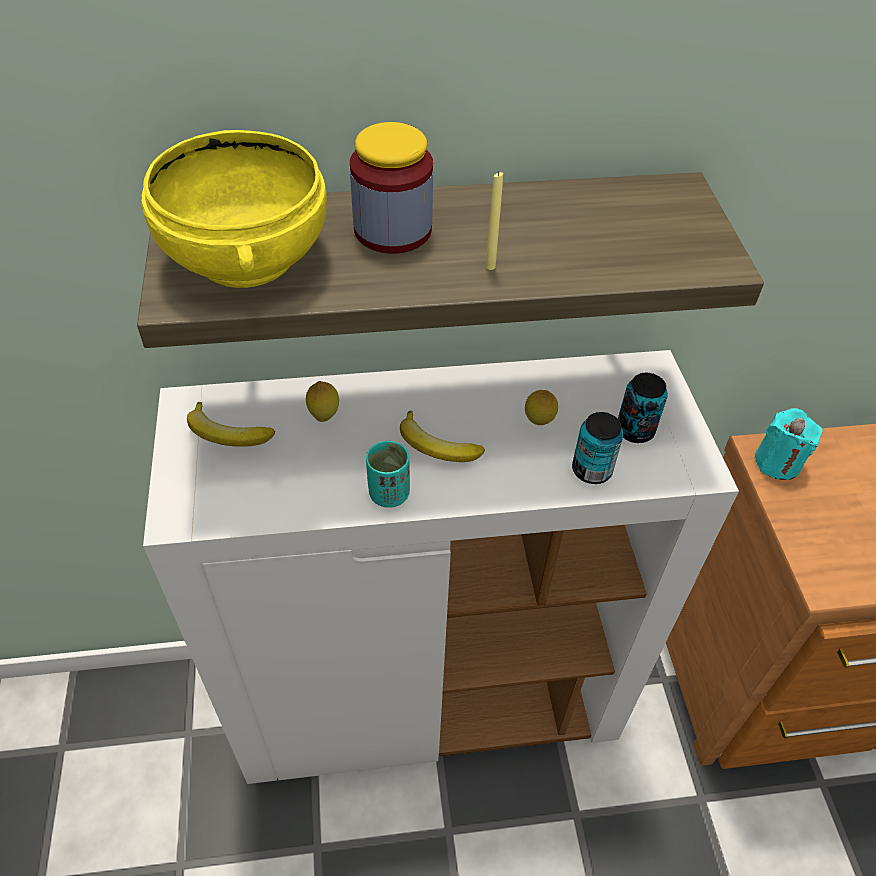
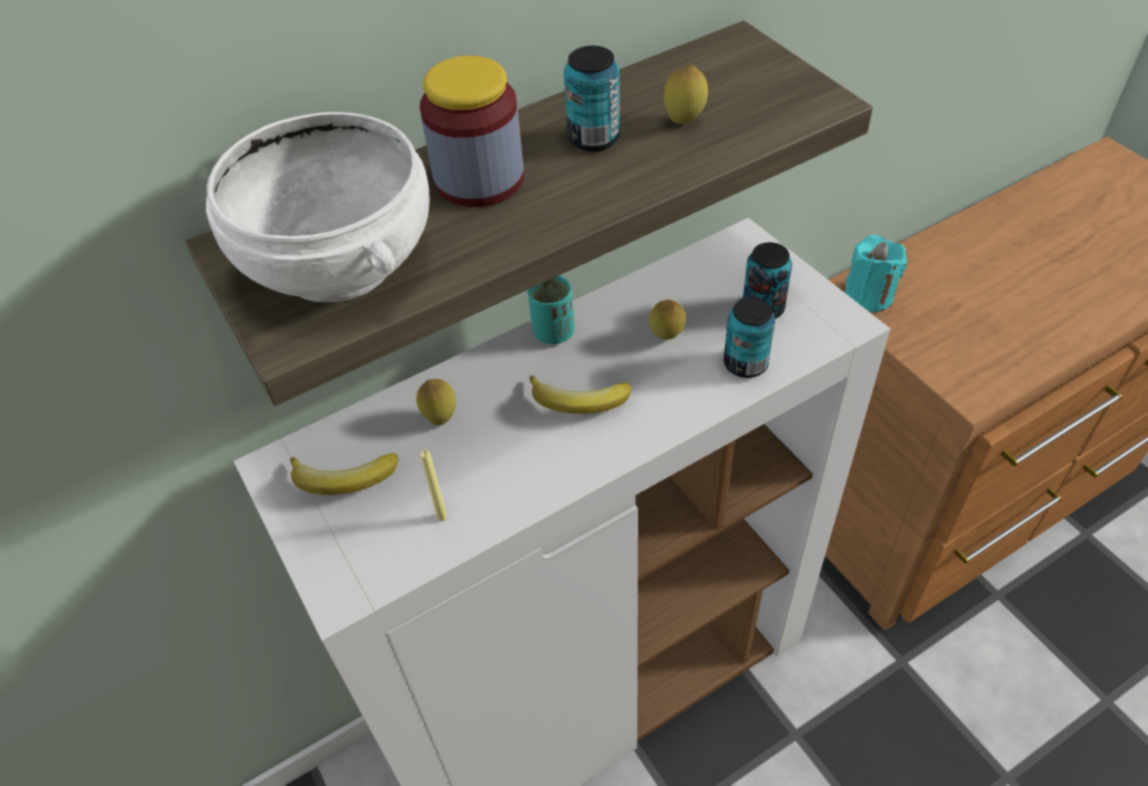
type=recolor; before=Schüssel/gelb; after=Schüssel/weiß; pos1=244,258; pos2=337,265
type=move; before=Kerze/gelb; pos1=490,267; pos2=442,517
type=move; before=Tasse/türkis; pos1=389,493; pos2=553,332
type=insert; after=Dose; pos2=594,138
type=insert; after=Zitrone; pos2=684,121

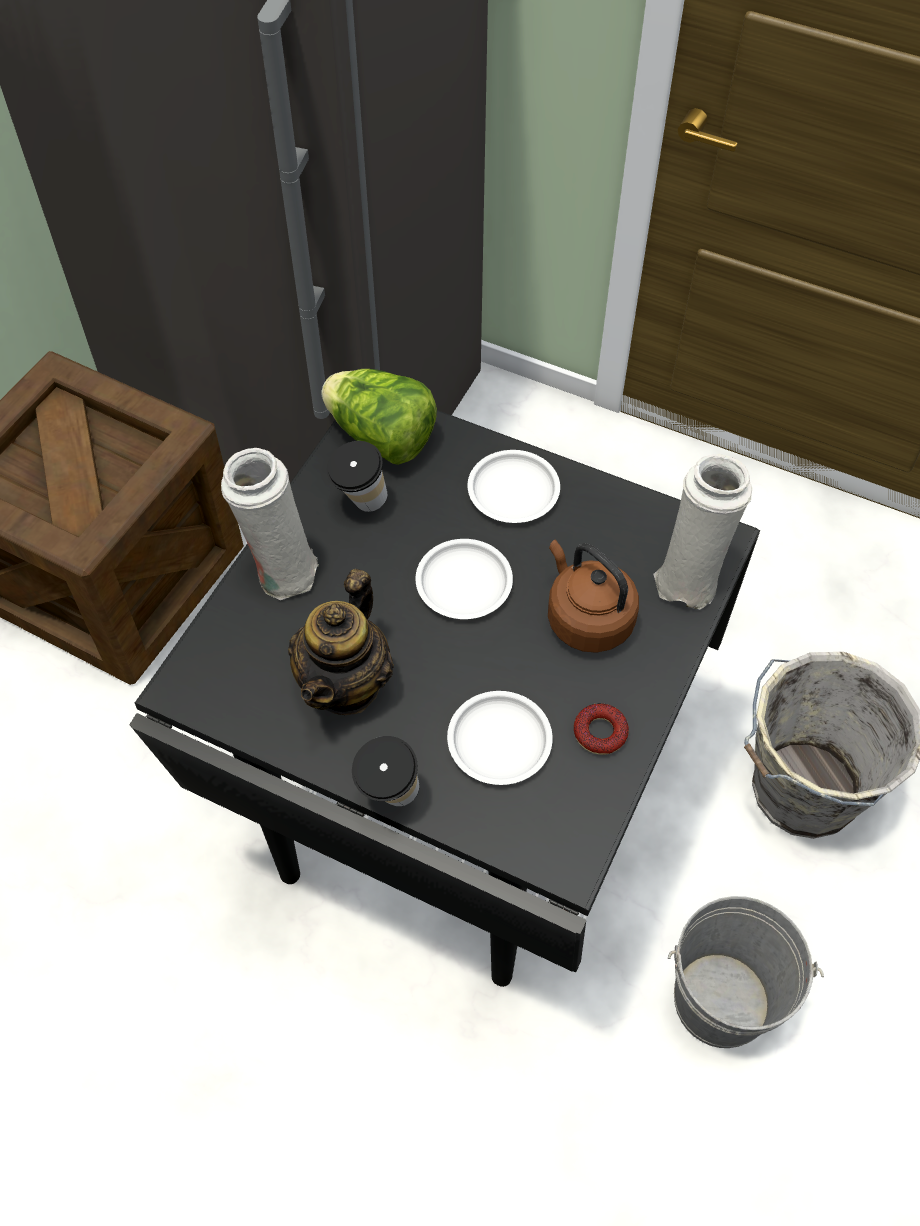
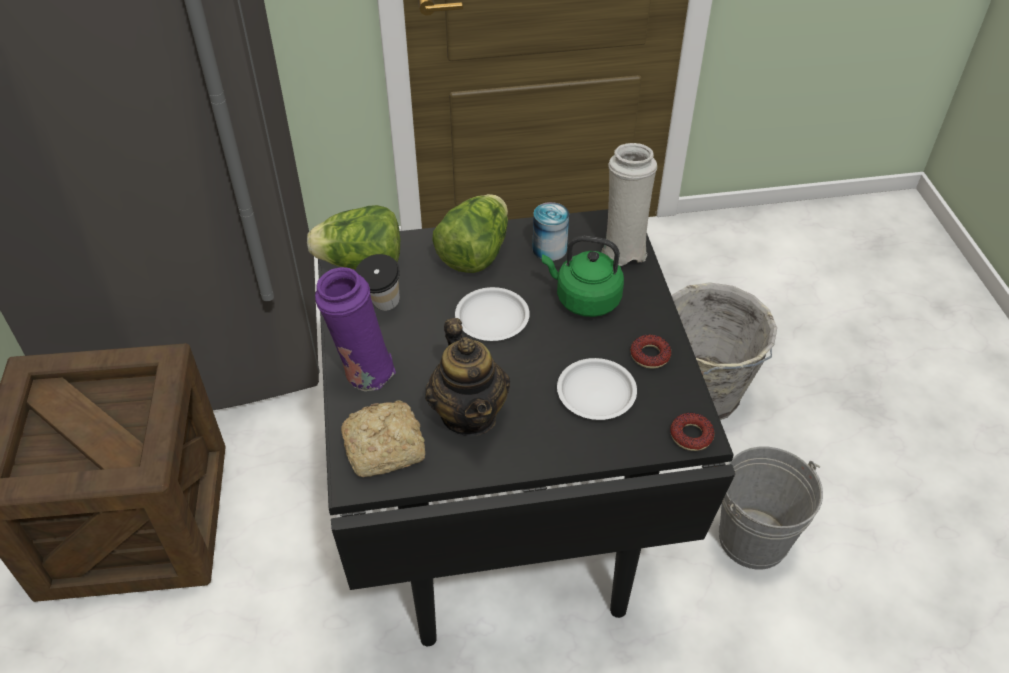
type=recolor; before=Vase/weiß; after=Vase/lila; pos1=280,571; pos2=363,373
type=insert; after=Brot; pos2=387,448
type=replace; before=Teller/weiß; after=Salatkopf; pos1=512,491; pos2=475,253
type=insert; after=Dose; pos2=549,249
type=recolor; before=Wasserkessel/braun; after=Wasserkessel/grün; pos1=586,618; pos2=584,299
type=insert; after=Donut; pos2=691,435
type=delete; before=Tasse; pos1=389,798

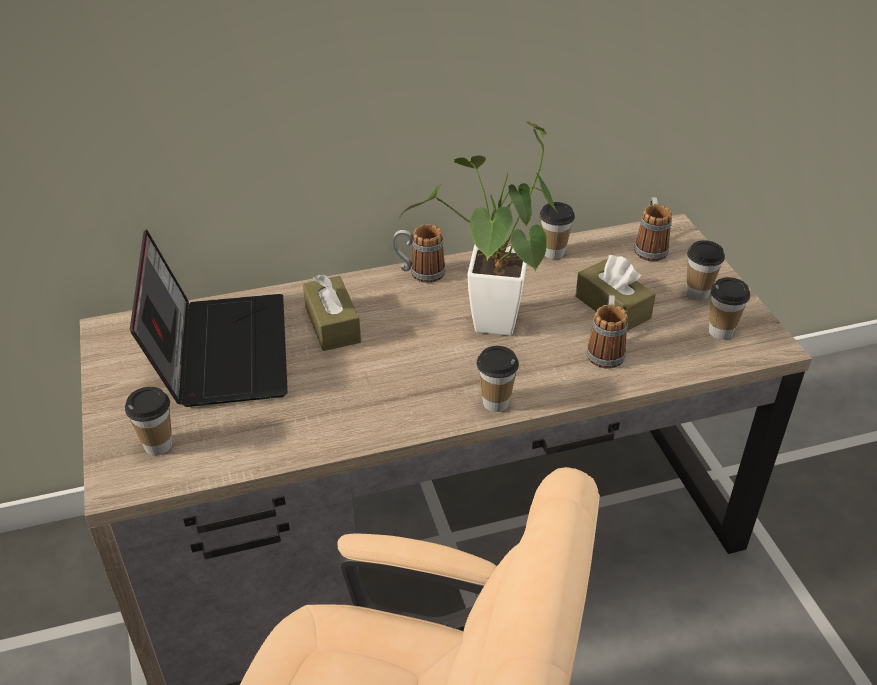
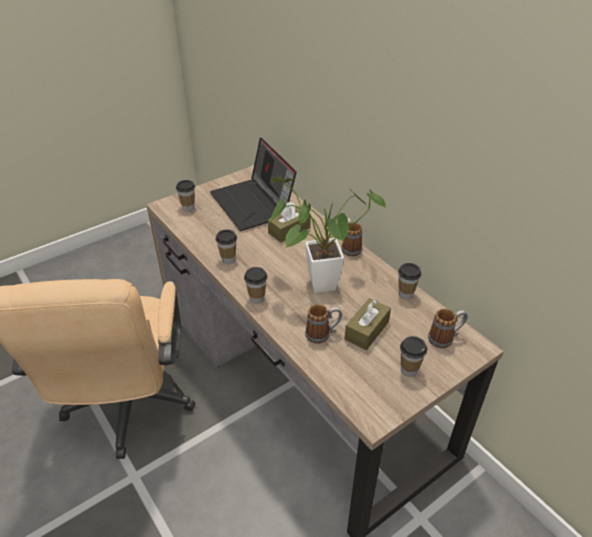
type=rotate; before=Laptop; pos1=220,350; pos2=253,204; turn=90
type=move; before=Tasse; pos1=720,331; pos2=228,259

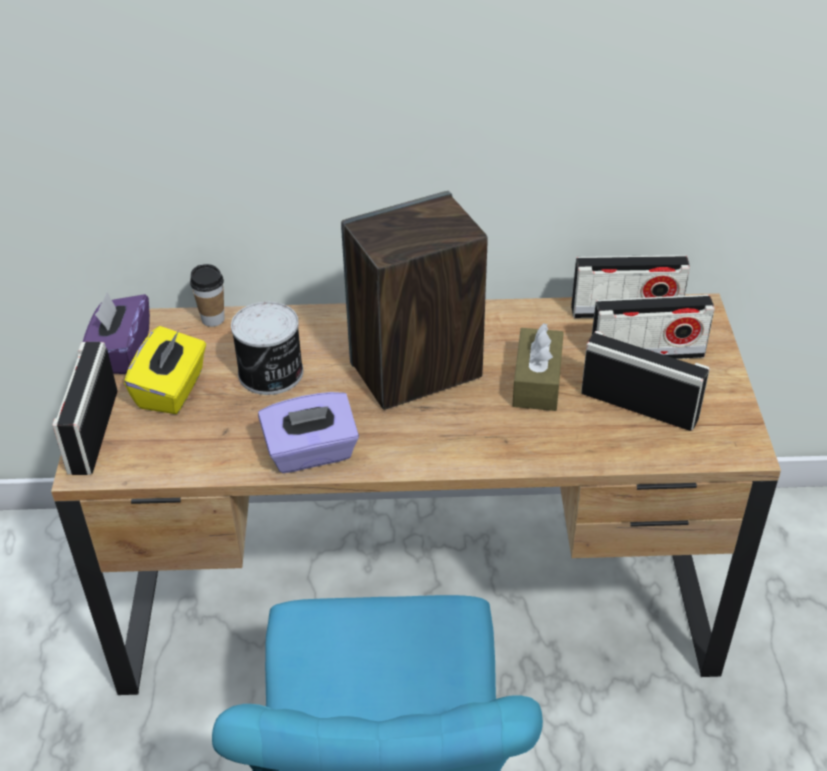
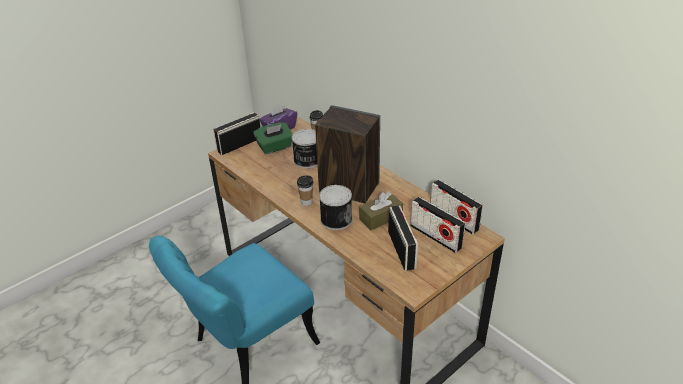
type=recolor; before=Taschentuchbox/gelb; after=Taschentuchbox/grün; pos1=172,390; pos2=275,147
type=insert; after=Tasse; pos2=306,202
type=insert; after=Dose; pos2=335,219
type=delete; before=Taschentuchbox/lila; pos1=311,453

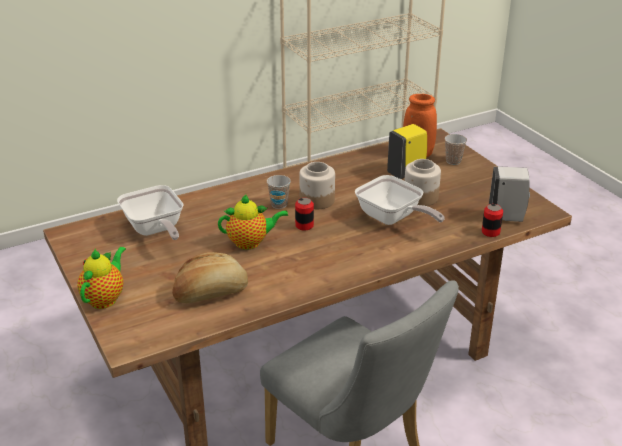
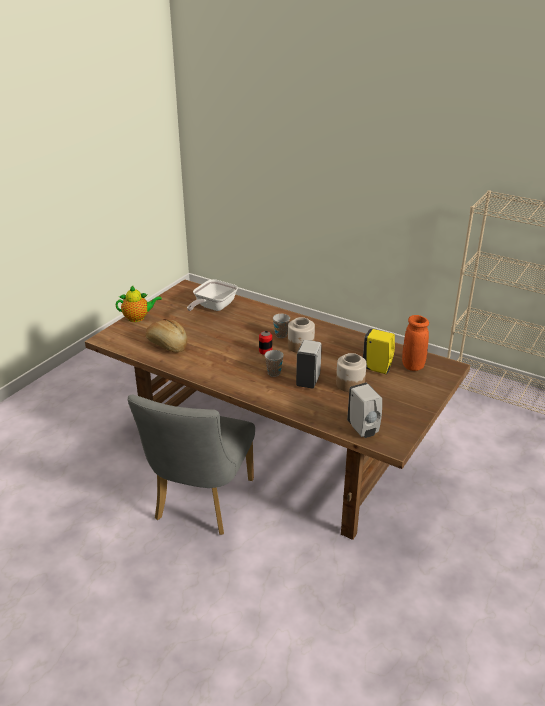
type=move; before=Tasse; pos1=453,161; pos2=274,373
type=replace; before=Pfanne; after=Seifenspender/weiß; pos1=392,219; pos2=308,381
type=delete; before=Teekanne; pos1=250,242
type=delete; before=Dose; pos1=490,232

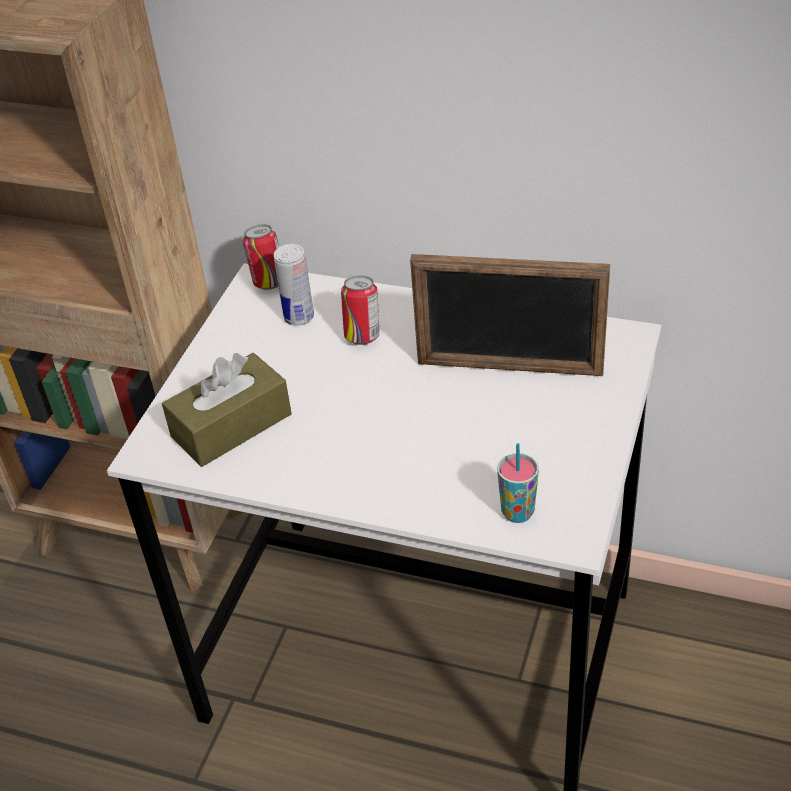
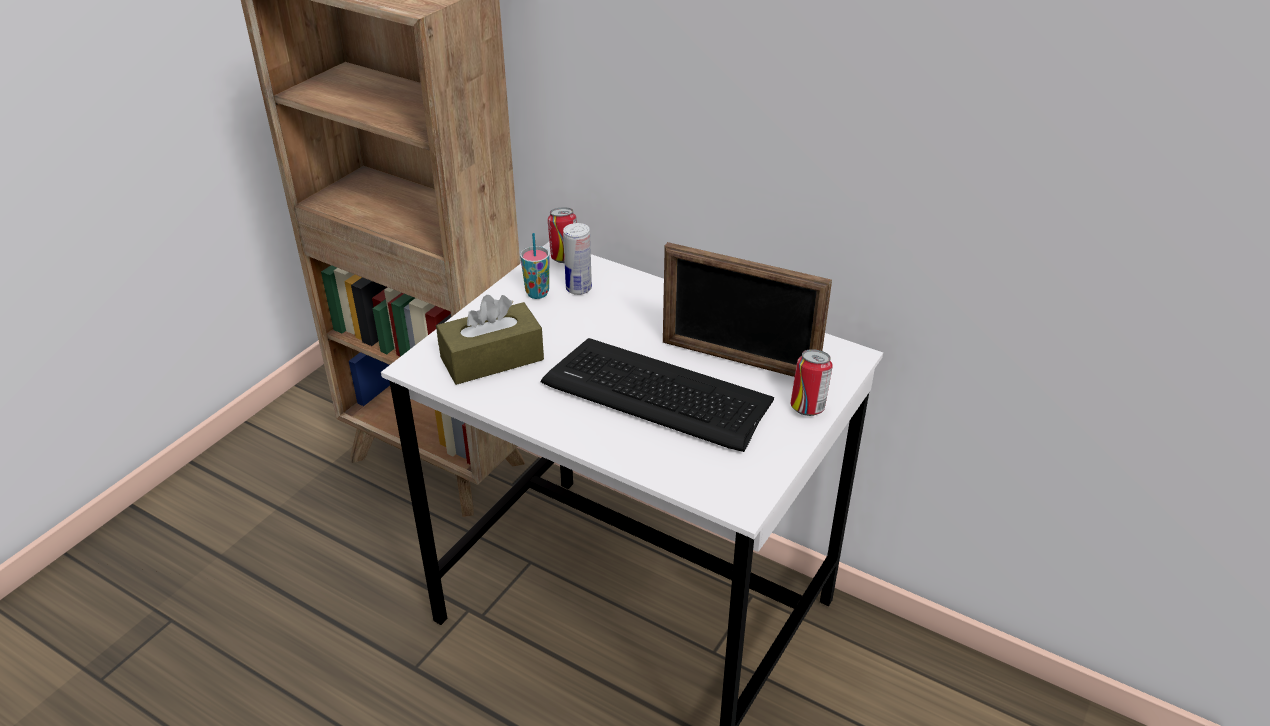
type=move; before=Tasse; pos1=517,512; pos2=537,293
type=insert; after=Tastatur; pos2=657,395
type=move; before=Dose; pos1=363,336; pos2=808,408

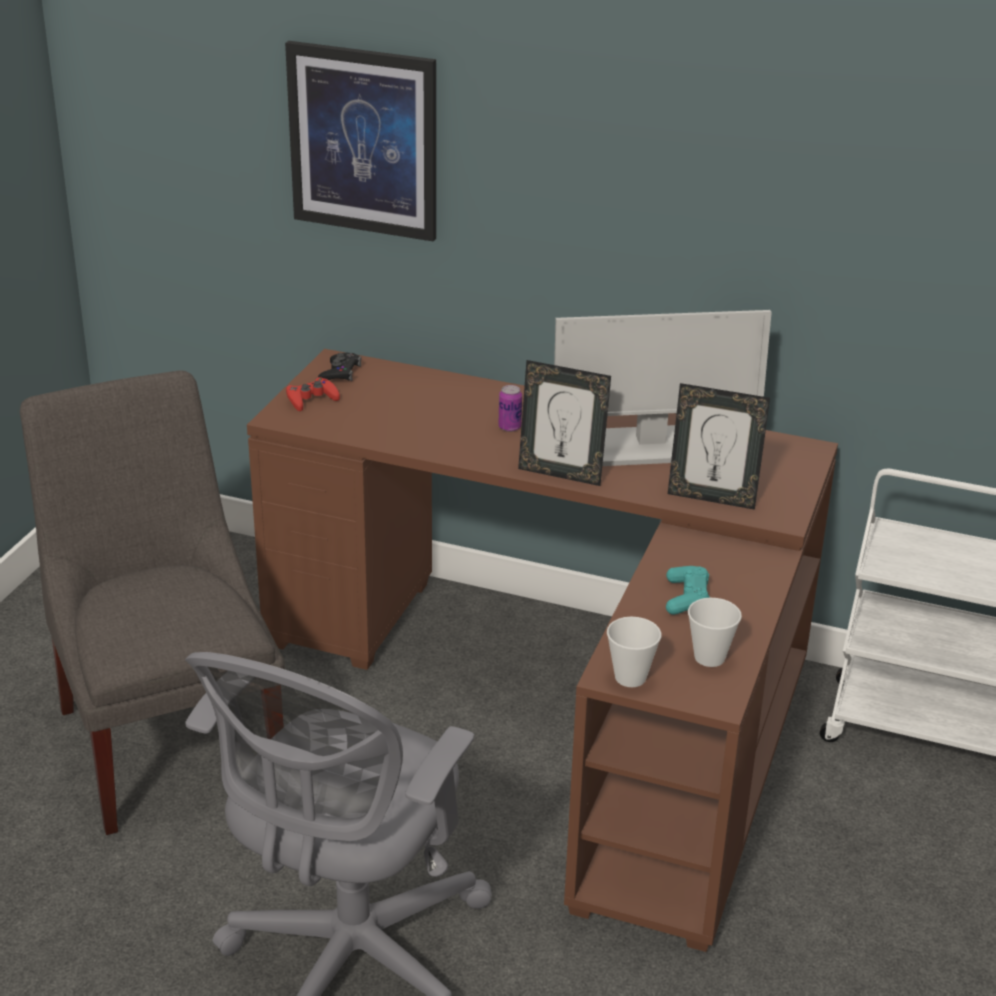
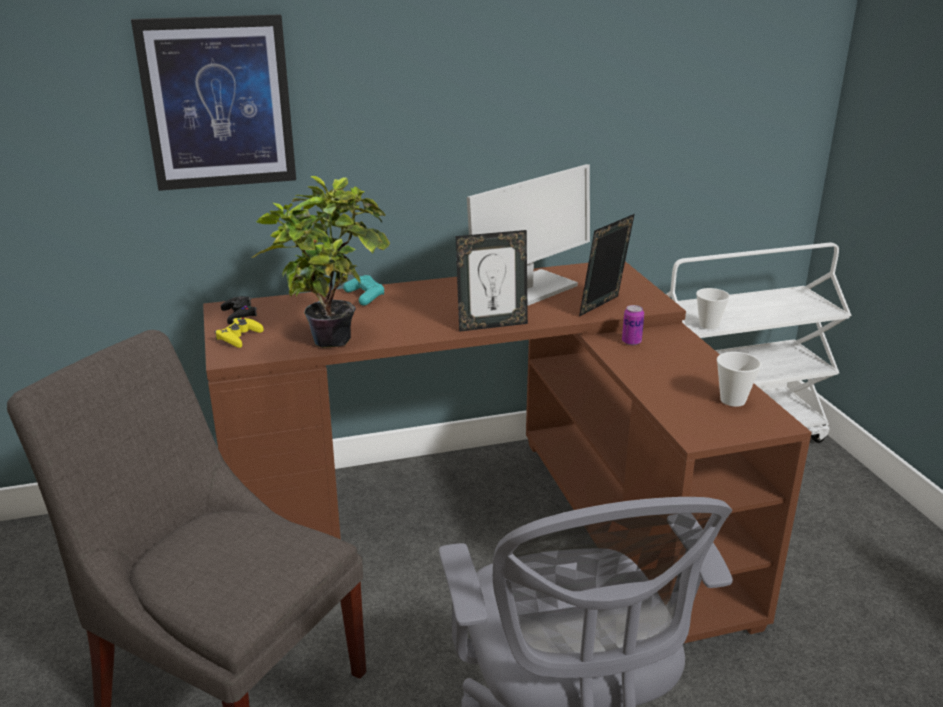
type=recolor; before=Gamepad/rot; after=Gamepad/gelb; pos1=311,399; pos2=239,337
type=insert; after=Topfpflanze; pos2=331,336
type=move; before=Gamepad/türkis; pos1=686,598; pos2=365,296
type=rotate; before=Bilderrahmen; pos1=712,498; pos2=603,307; turn=150
type=move; before=Dose; pos1=509,427; pos2=631,342
type=move; before=Tasse; pos1=630,677; pos2=708,325

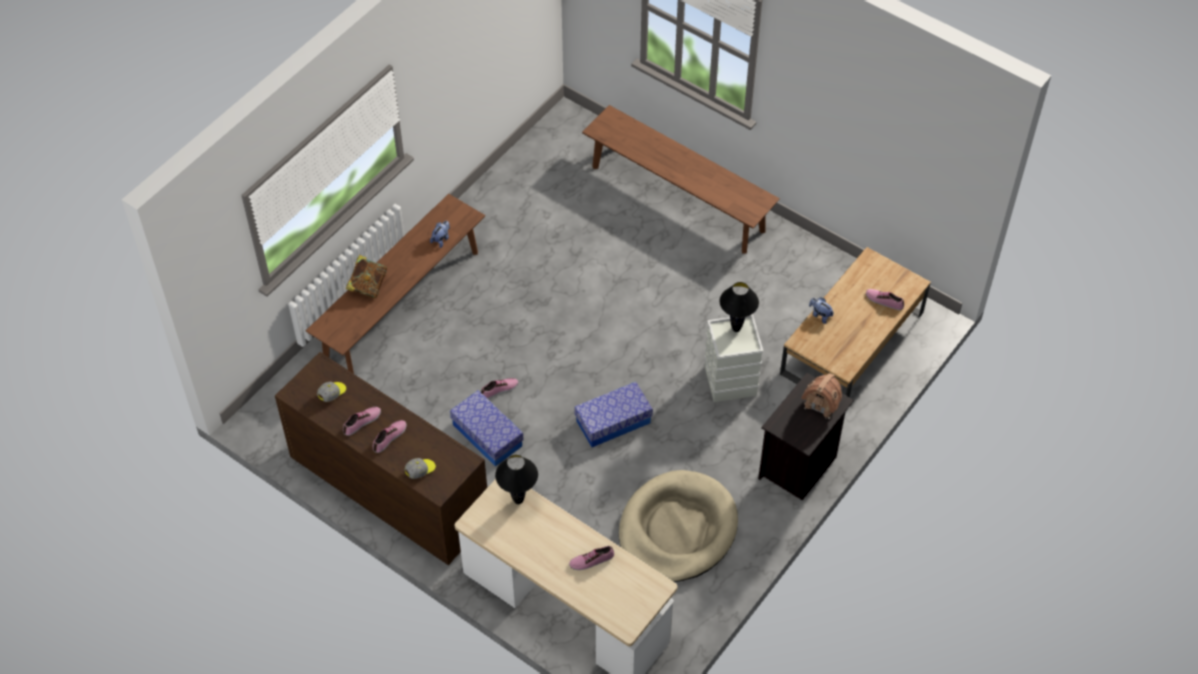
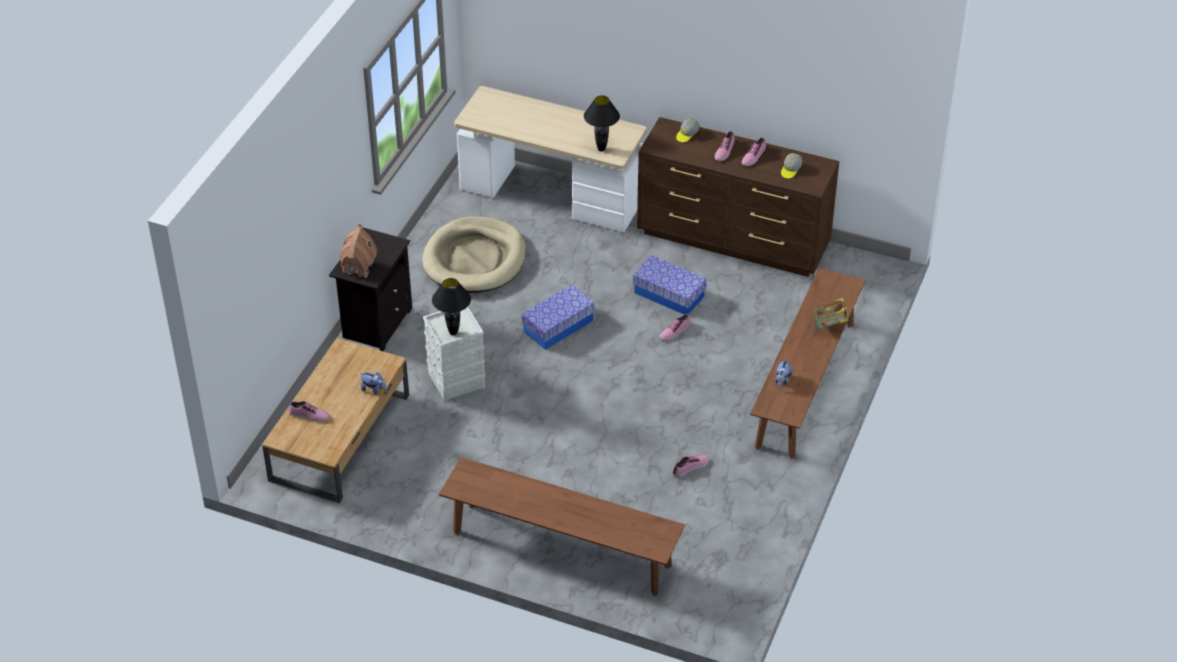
type=move; before=Schuh; pos1=591,560; pos2=690,467

